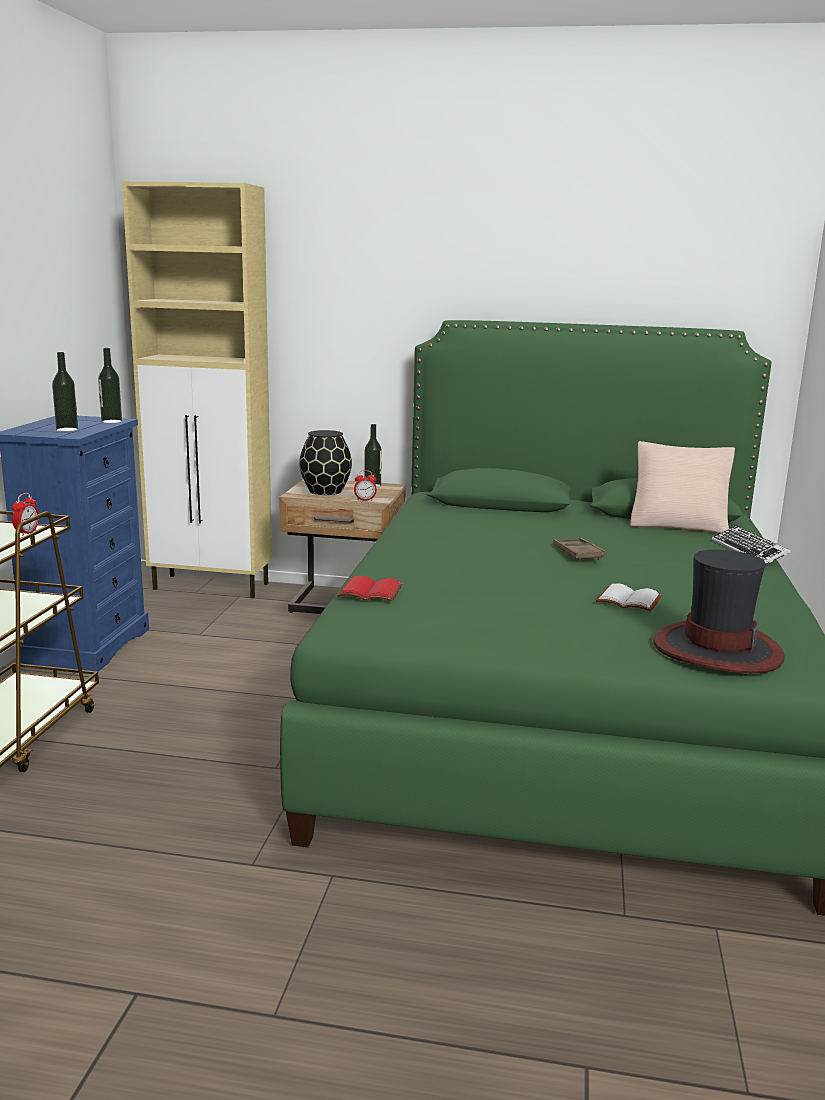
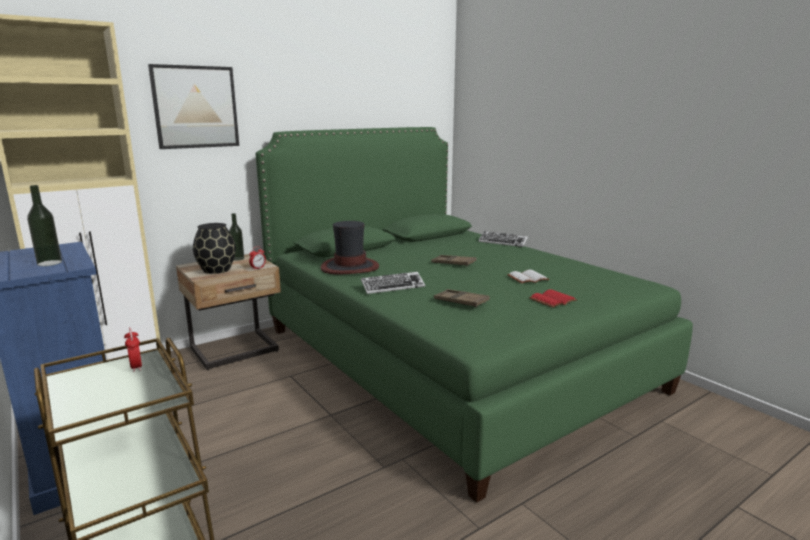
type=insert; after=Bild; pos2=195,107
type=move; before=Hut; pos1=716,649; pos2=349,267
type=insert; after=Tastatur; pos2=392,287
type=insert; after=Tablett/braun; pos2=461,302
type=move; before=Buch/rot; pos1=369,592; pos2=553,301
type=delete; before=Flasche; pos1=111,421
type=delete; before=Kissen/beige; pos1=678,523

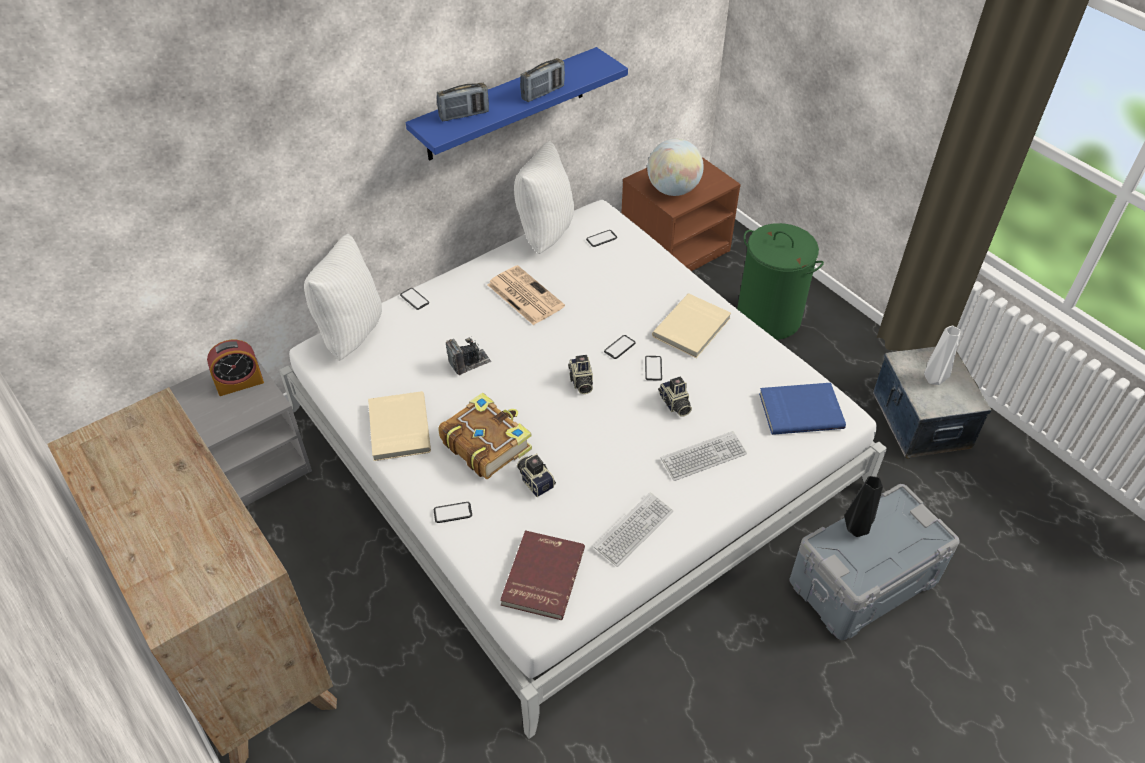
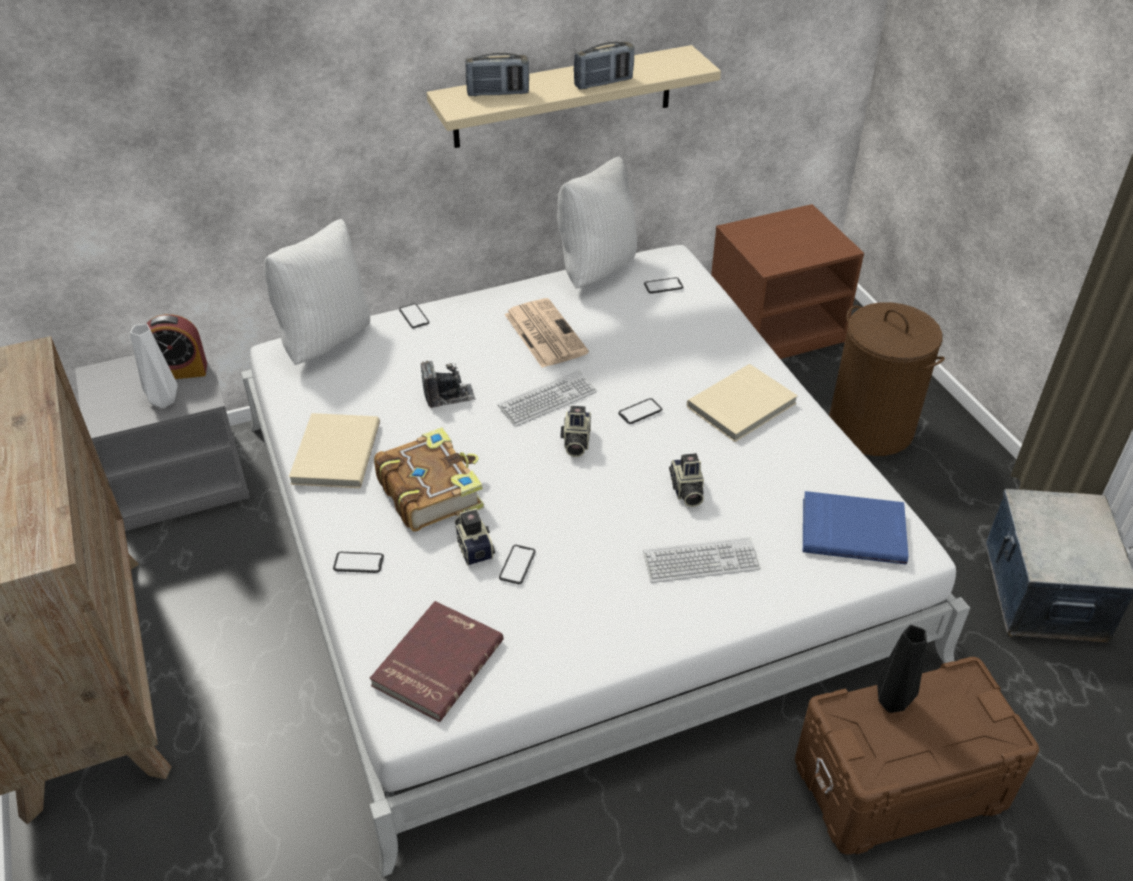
type=move; before=Vase/weiß; pos1=932,378; pos2=163,400
type=recolor; before=Wandregal/blau; after=Wandregal/beige; pos1=506,105; pos2=563,97
type=move; before=Tastatur; pos1=634,530; pos2=547,400
type=move; before=Handy; pos1=653,368; pos2=517,565
type=recolor; before=Aufbewahrungsbox/grau; after=Aufbewahrungsbox/braun; pos1=862,580; pos2=898,781
type=recolor; before=Wäschekorb/grün; after=Wäschekorb/braun; pos1=769,318; pos2=871,428
type=delete; before=Globus; pos1=673,190

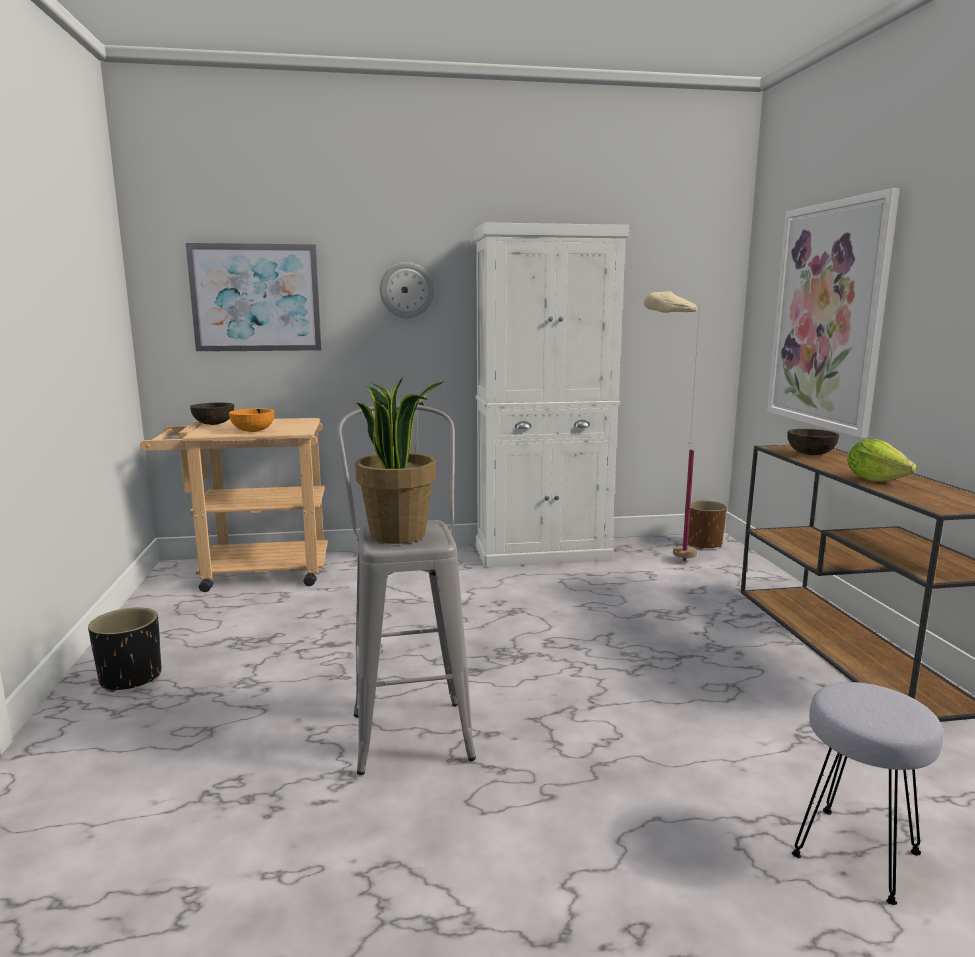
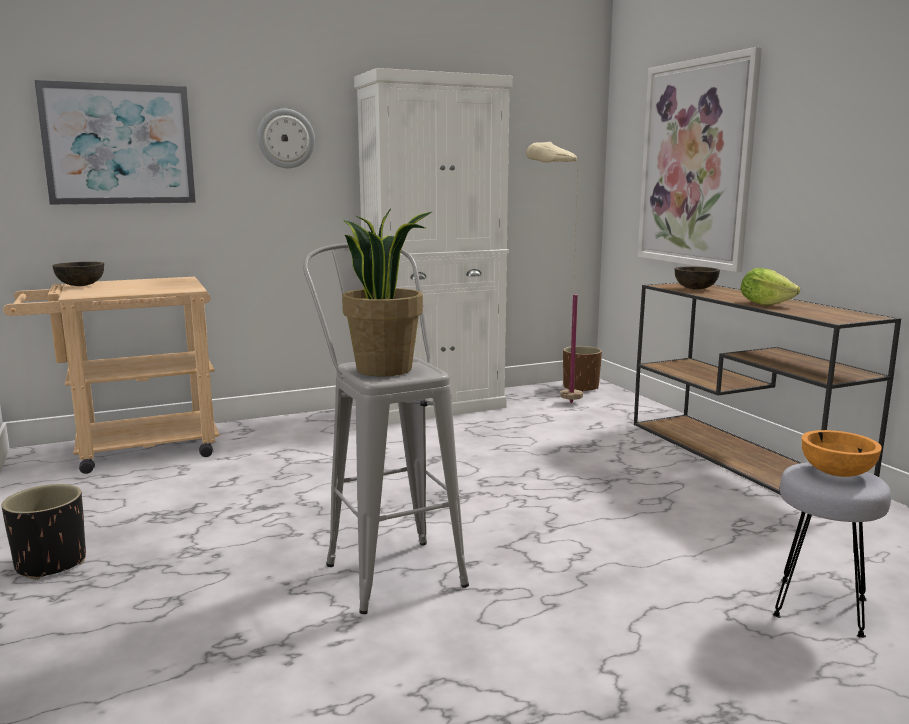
type=move; before=Schüssel/orange; pos1=253,431; pos2=837,472

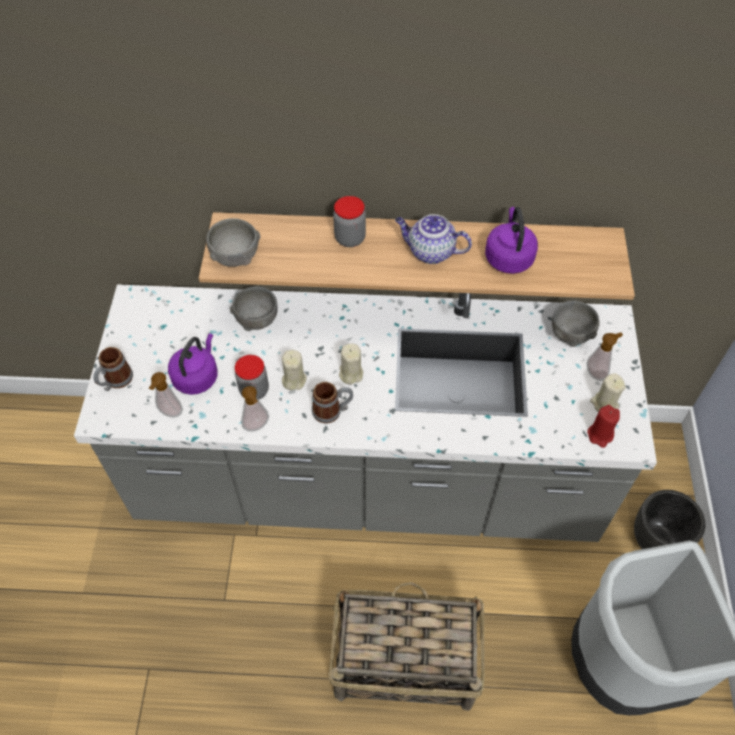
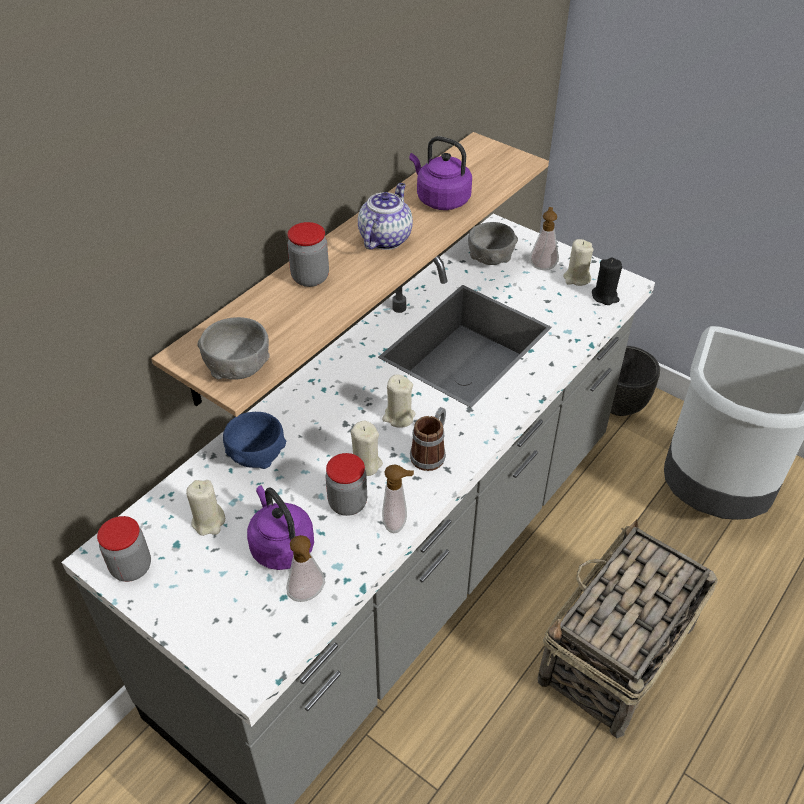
type=insert; after=Vorratsglas; pos2=131,567
type=insert; after=Kerze/beige; pos2=208,522
type=recolor; before=Schüssel/grau; after=Schüssel/blau; pos1=257,319; pos2=256,455
type=rotate; before=Teekanne; pos1=430,252; pos2=385,238; turn=150
type=recolor; before=Kerze/rot; after=Kerze/schwarz; pos1=600,435; pos2=605,296
type=delete; before=Henkelbecher; pos1=115,381

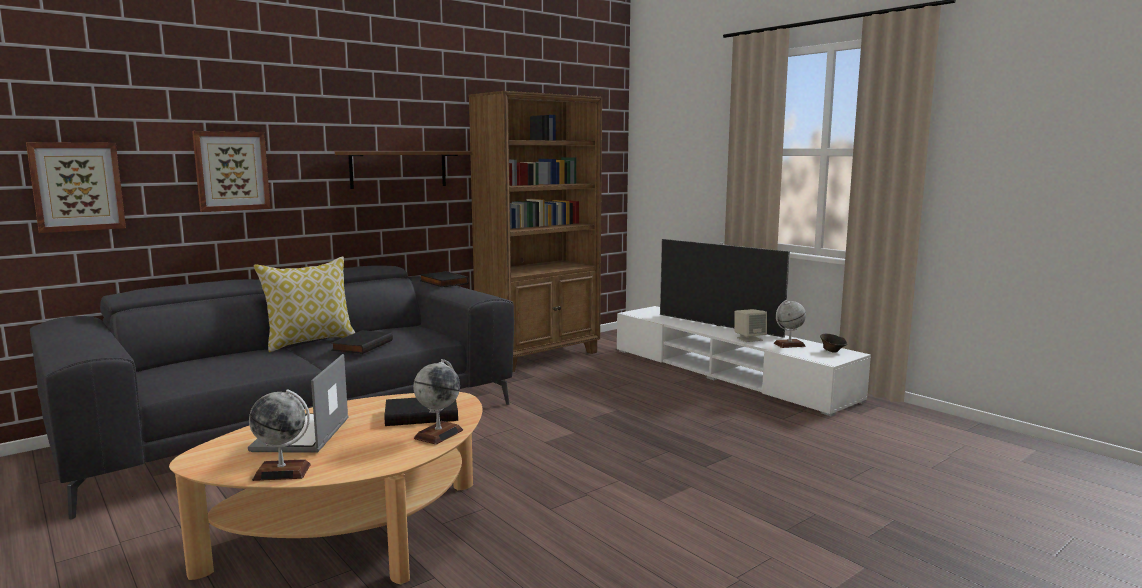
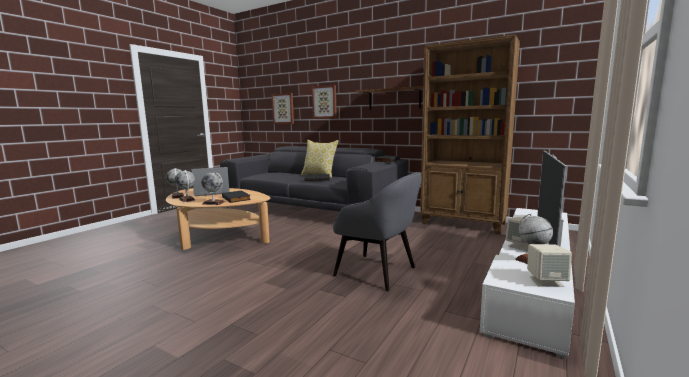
type=insert; after=Globus; pos2=187,199
type=insert; after=Sessel/grau; pos2=377,272
type=replace; before=Schüssel/braun; after=Lautsprecher/beige; pos1=832,351; pos2=546,281

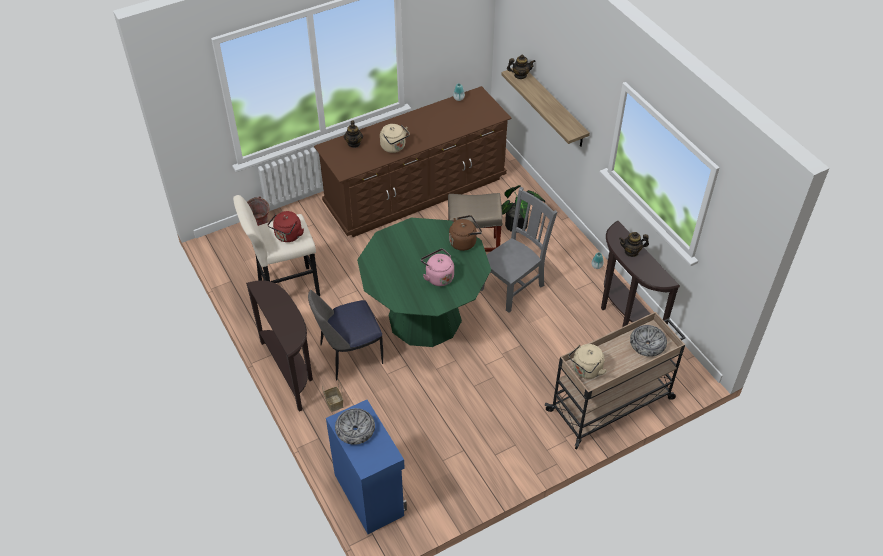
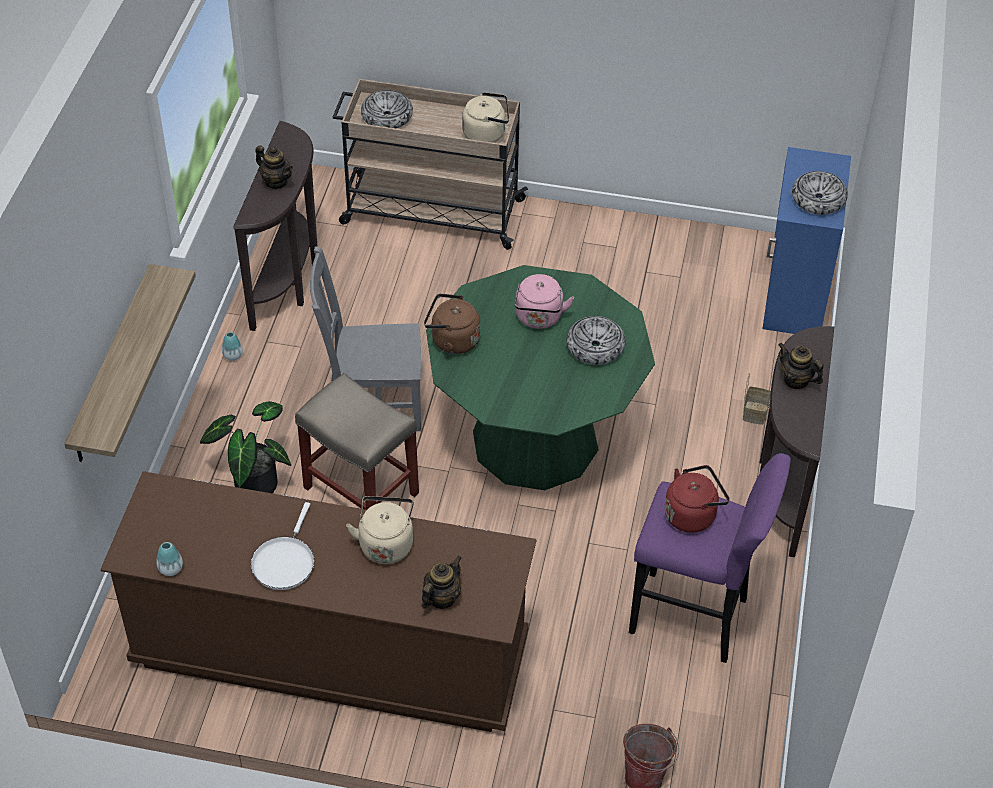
type=insert; after=Pfanne/weiß; pos2=284,562
type=insert; after=Schüssel; pos2=595,347
type=recolor; before=Hocker/beige; after=Hocker/lila; pos1=285,289; pos2=694,618
type=move; before=Teekanne; pos1=520,75; pos2=796,380
type=delete; before=Stuhl; pos1=349,355

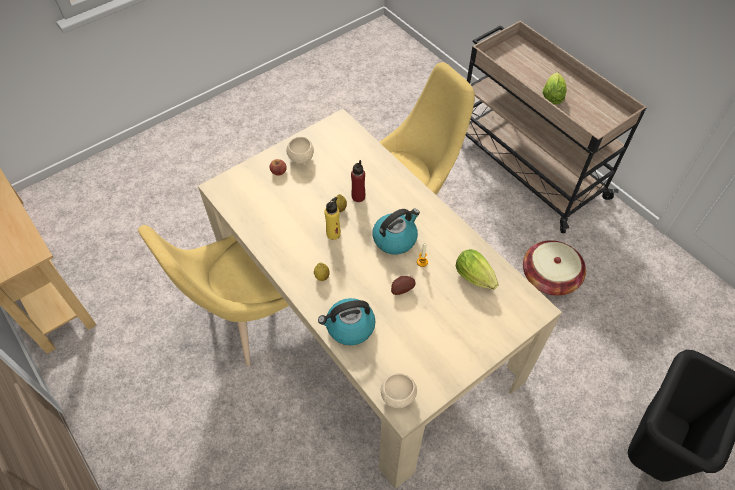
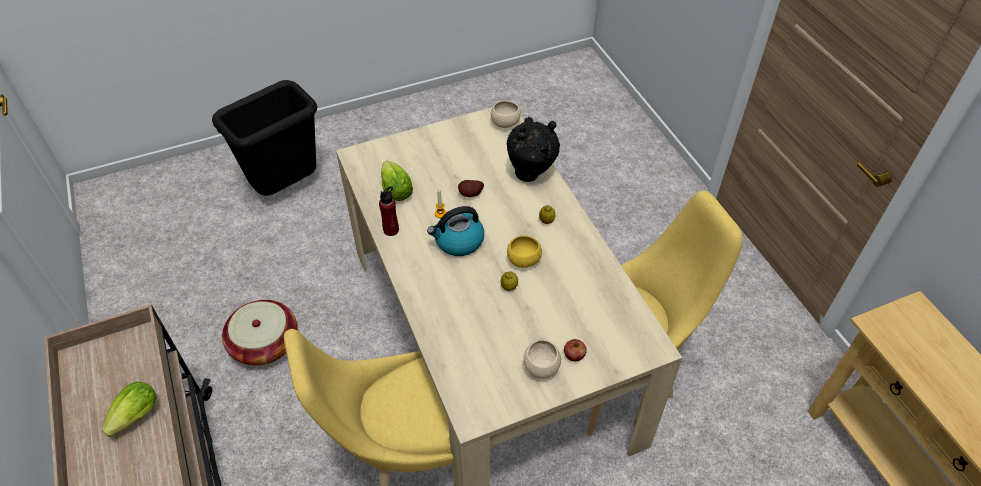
type=move; before=Flasche/rot; pos1=358,197; pos2=391,230
type=replace; before=Wasserkessel; after=Vase/schwarz; pos1=349,327; pos2=531,175
type=replace; before=Flasche/gelb; after=Schüssel/gelb; pos1=333,234; pos2=523,260

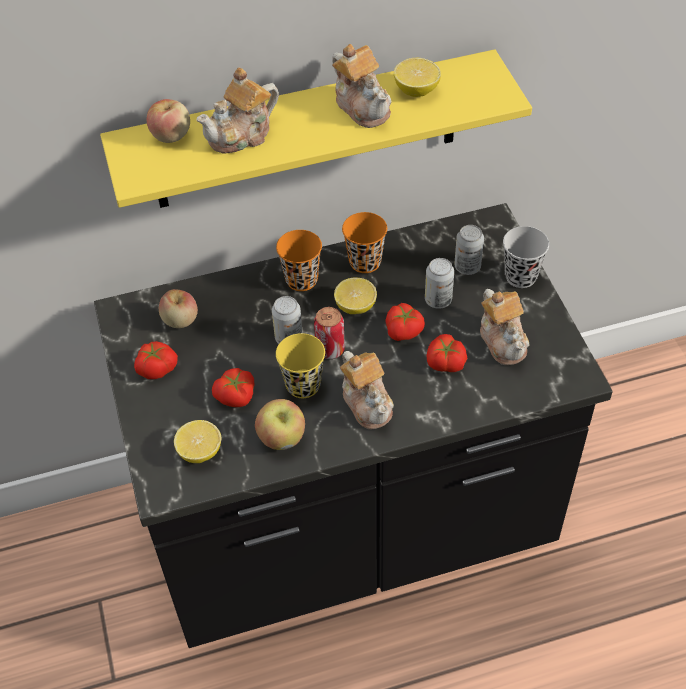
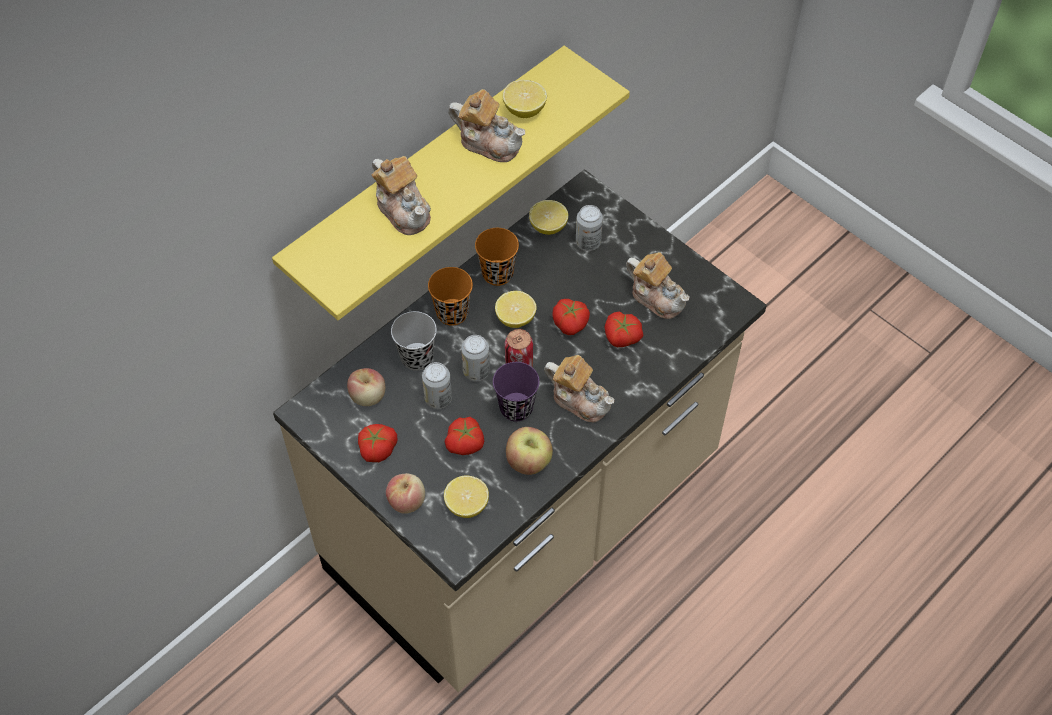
type=recolor; before=Küchenzeile/schwarz; after=Küchenzeile/beige; pos1=350,527; pos2=526,519
type=rotate; before=Teekanne; pos1=242,135; pos2=403,210; turn=-60
type=move; before=Apfel; pos1=171,135; pos2=406,501
type=move; before=Tasse/schwarz; pos1=520,276; pos2=417,357
type=move; before=Dose; pos1=438,300; pos2=438,399
type=recolor; before=Tasse/gelb; after=Tasse/lila; pos1=303,385; pos2=516,408
type=insert; after=Zitrone; pos2=548,226

